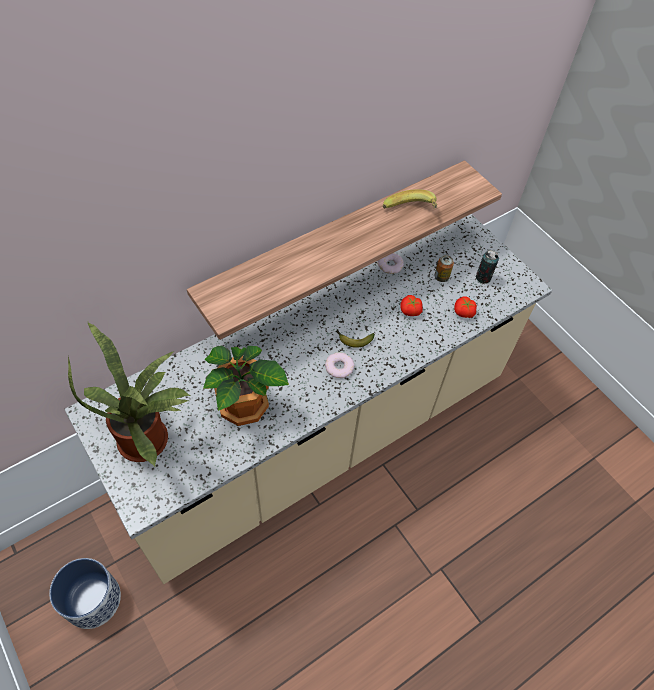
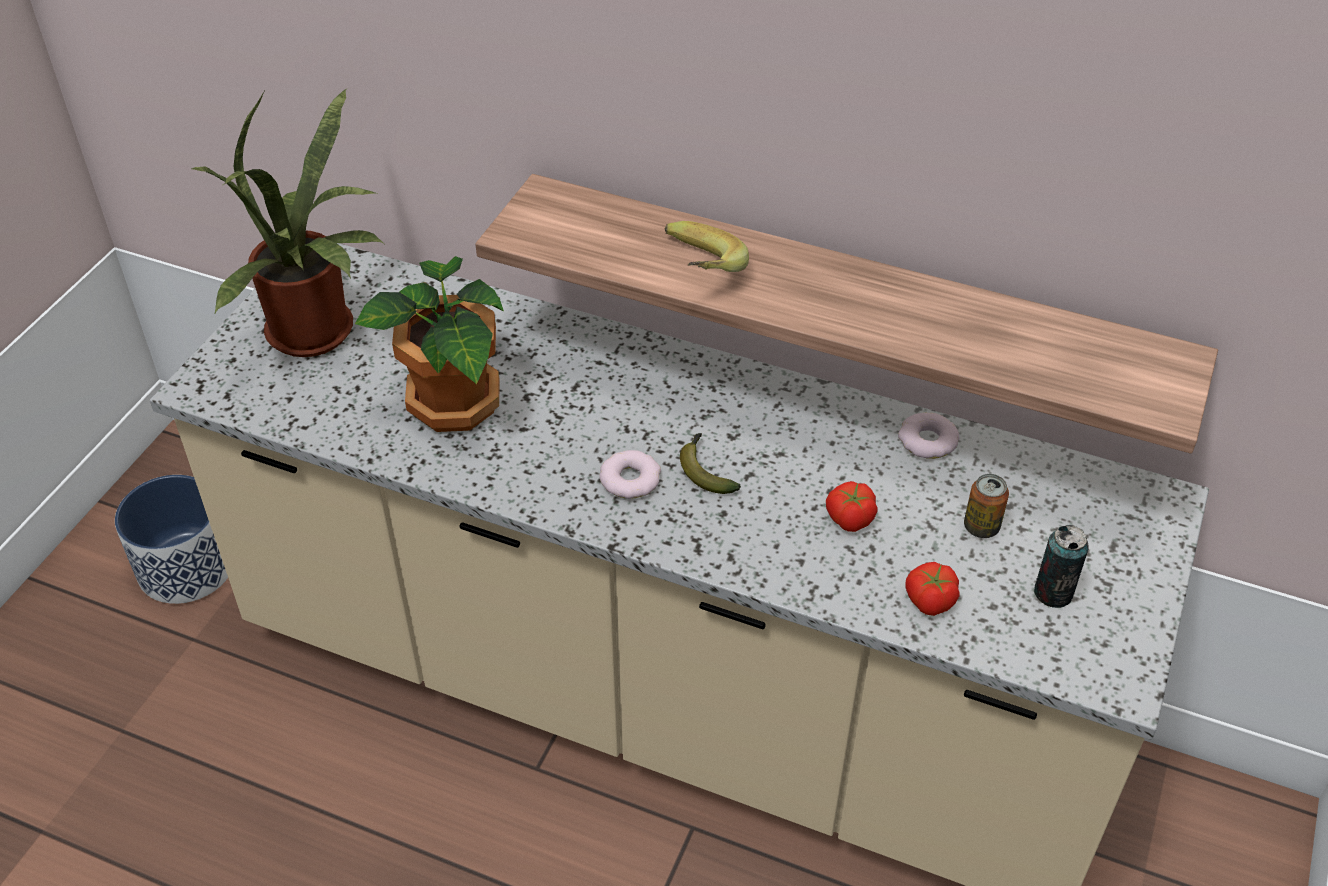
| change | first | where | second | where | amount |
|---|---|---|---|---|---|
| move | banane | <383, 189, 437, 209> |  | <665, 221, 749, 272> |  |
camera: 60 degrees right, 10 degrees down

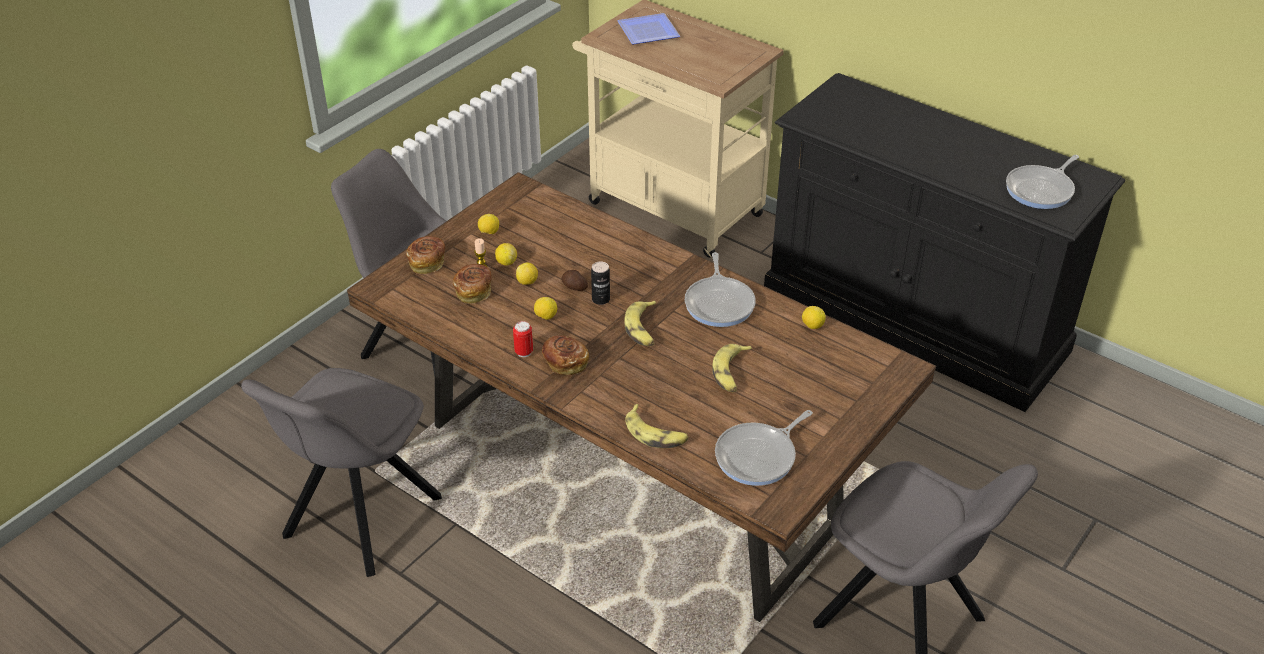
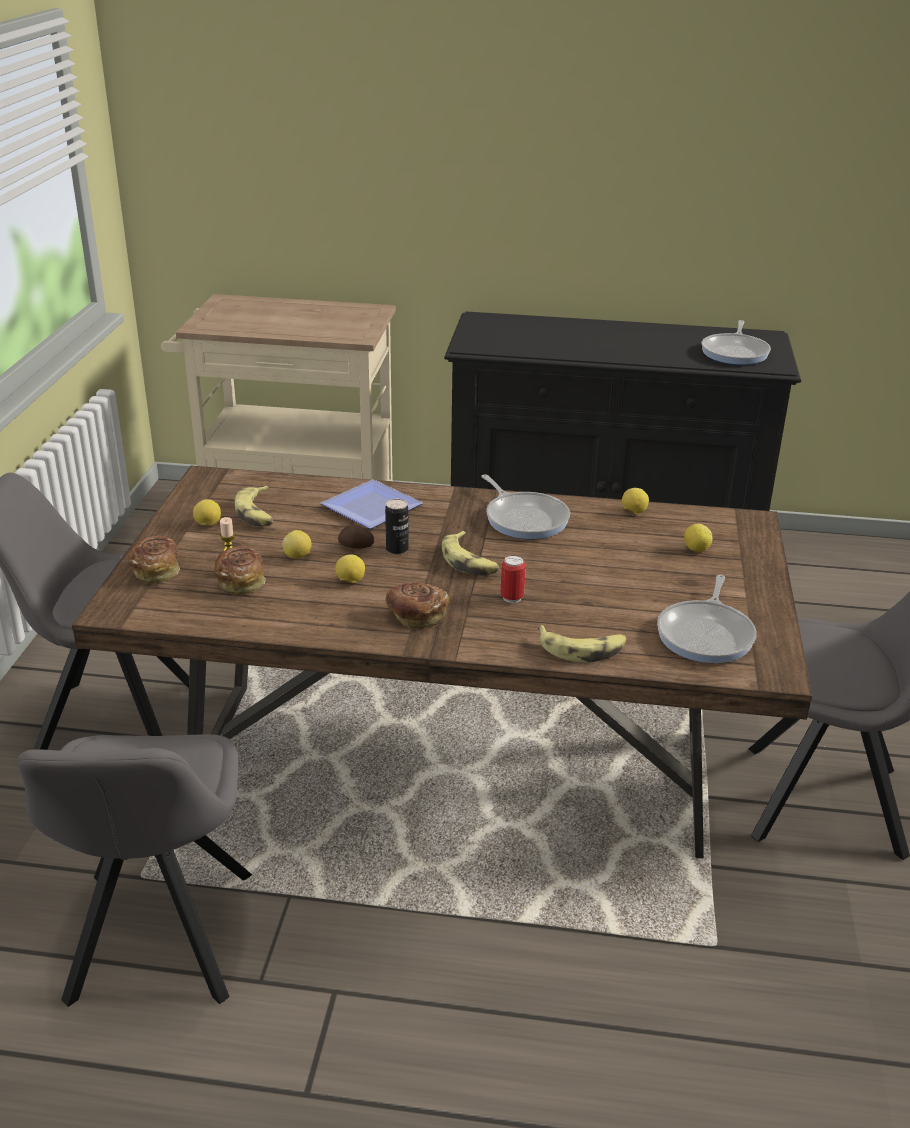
| change | first | where | second | where | amount |
|---|---|---|---|---|---|
| move | citron | <495, 243, 517, 266> |  | <684, 524, 713, 552> |  |
| move | boîte métallique | <513, 321, 533, 357> |  | <501, 555, 526, 603> |  |
| move | assiette | <617, 13, 680, 44> |  | <320, 479, 423, 529> |  |
| move | banane | <712, 344, 752, 392> |  | <235, 486, 274, 526> |  |
camera: 30 degrees left, 10 degrees down

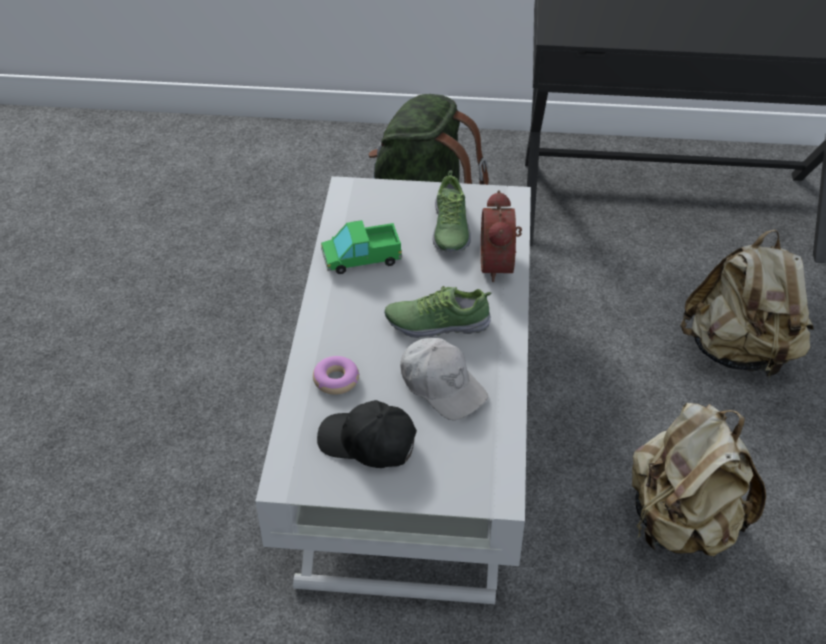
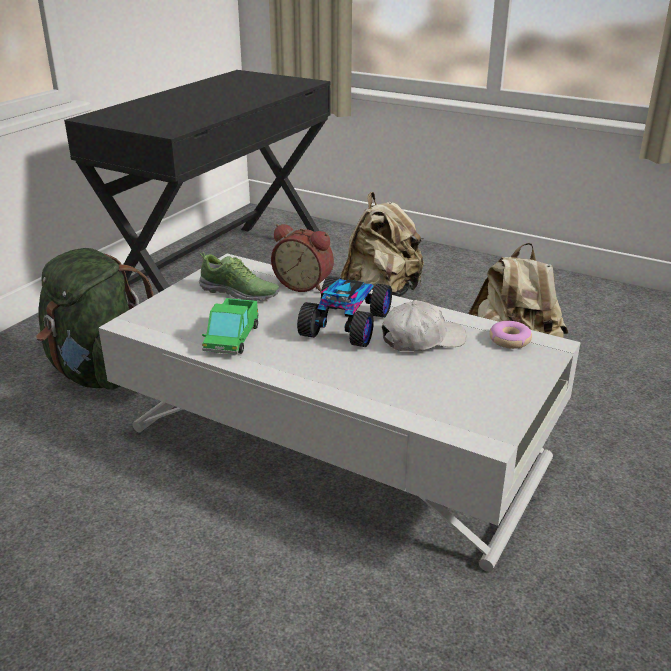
| change | first | where | second | where | amount |
|---|---|---|---|---|---|
| move | beignet | <313, 356, 359, 395> |  | <489, 321, 532, 349> |  |
| delete | casquette (noir) | <317, 400, 417, 468> |  |  |  |
| replace | chaussure | <384, 286, 492, 338> | petite voiture | <297, 276, 392, 347> |  |
camera: 65 degrees left, 15 degrees down

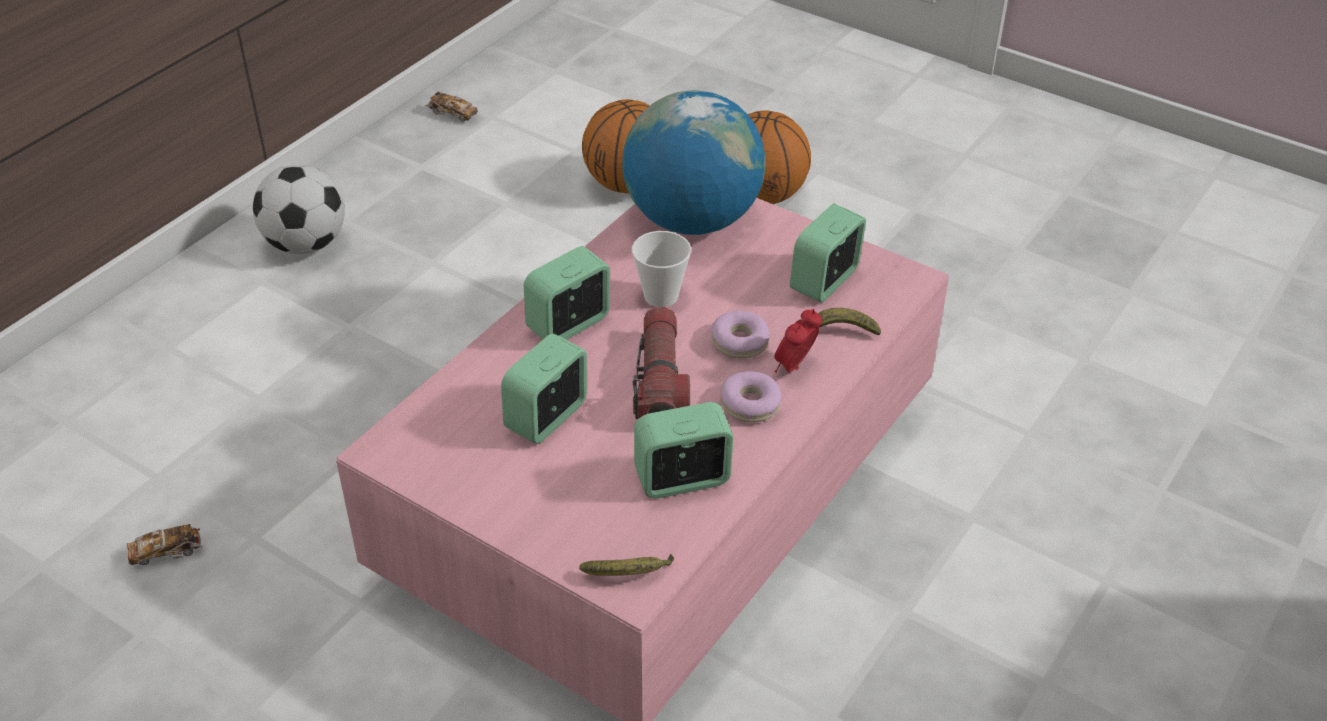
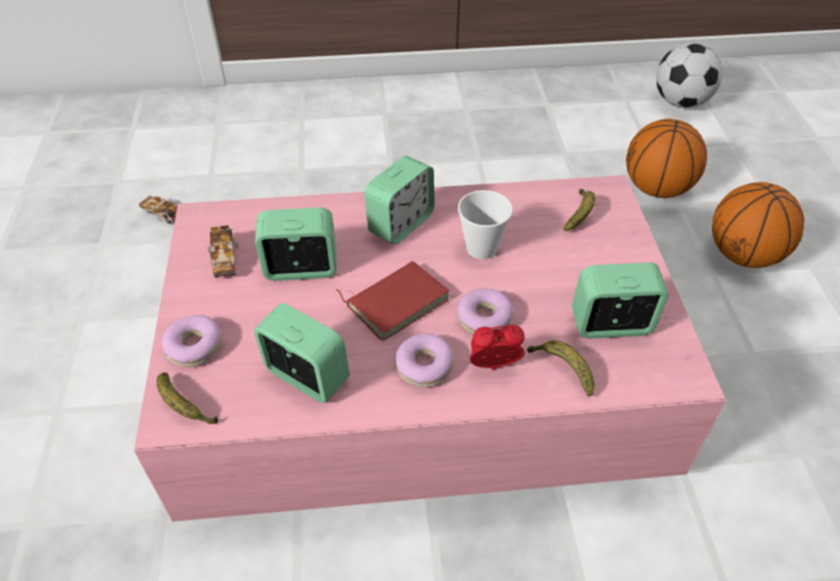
| change | first | where | second | where | amount |
|---|---|---|---|---|---|
| move | ballon de foot | <253, 164, 345, 254> |  | <656, 43, 723, 108> |  |
| move | petite voiture | <426, 92, 478, 122> |  | <208, 225, 238, 278> |  |
| rotate | réveil | <524, 246, 610, 340> |  | <364, 156, 435, 244> | 120 degrees clockwise |
| replace | globe | <622, 90, 766, 235> | banane | <564, 189, 595, 231> |  |
| replace | lampe de poche | <633, 306, 690, 419> | livre (rouge) | <336, 261, 449, 341> |  |
| insert |  |  | beignet | <162, 315, 222, 367> |  |
camera: 50 degrees right, 5 degrees up

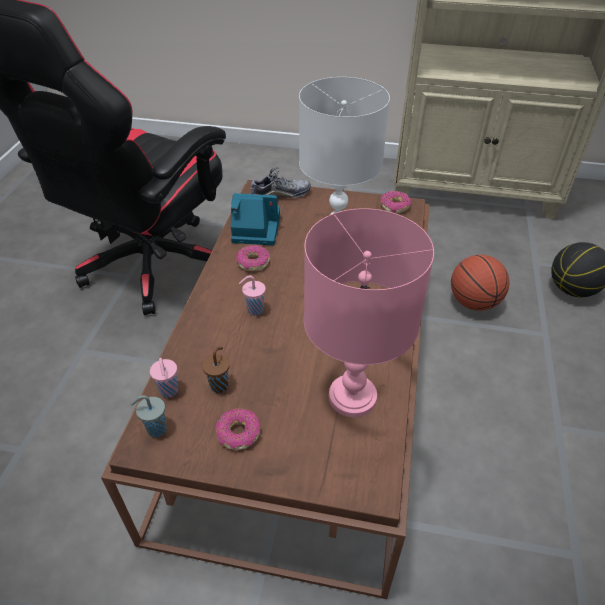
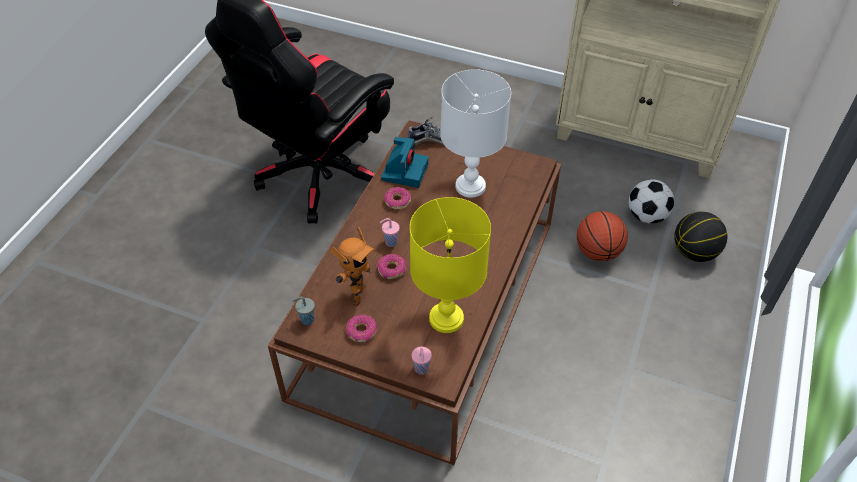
| change | first | where | second | where | amount |
|---|---|---|---|---|---|
| move | tasse (rose) | <150, 358, 178, 398> |  | <412, 347, 432, 375> |  |
| replace | tasse (marron) | <202, 347, 229, 393> | robot jouet | <330, 227, 375, 307> |  |
| rotate | appareil photo | <231, 193, 280, 245> |  | <381, 137, 428, 188> | 90 degrees clockwise |
| recolor | lampe de table (rose) | <304, 208, 434, 417> | lampe de table (jaune) | <410, 197, 491, 333> |  |
| move | beignet | <381, 191, 411, 213> |  | <377, 254, 407, 279> |  |
| insert |  |  | ballon de foot | <629, 179, 674, 224> |  |
camera: 10 degrees right, 5 degrees up

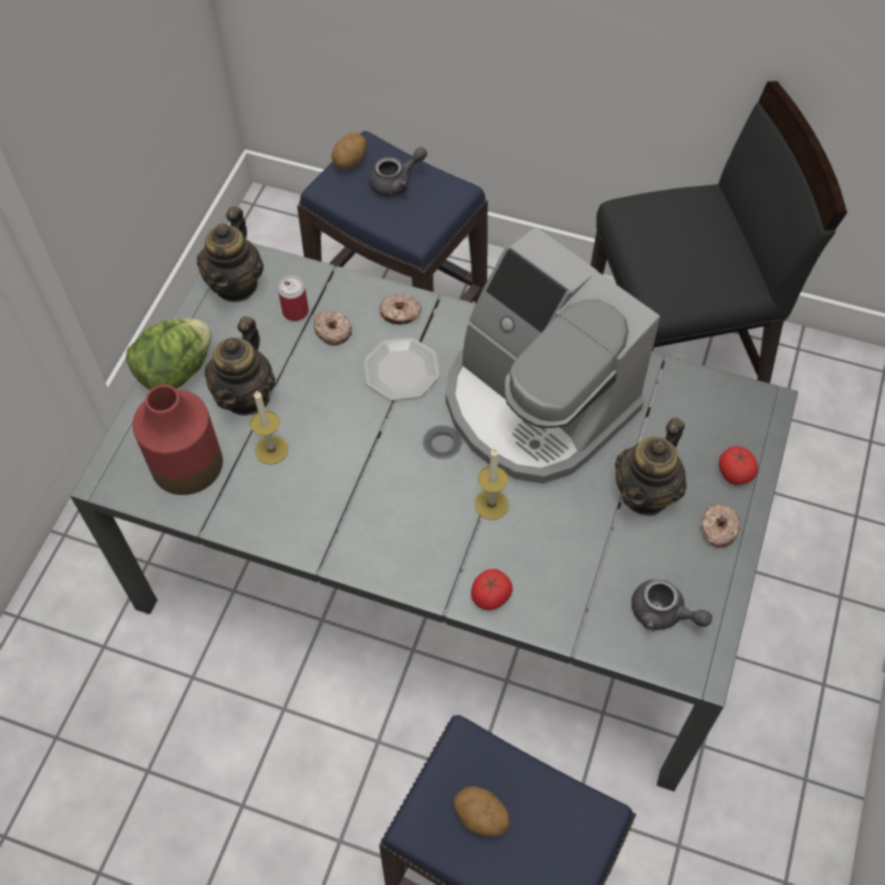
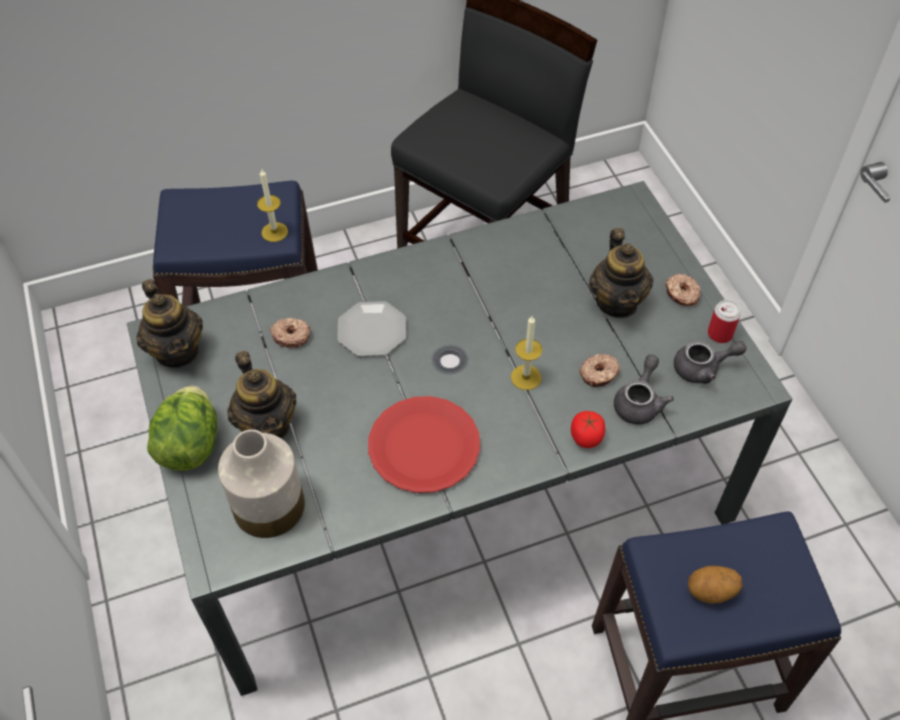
| change | first | where | second | where | amount |
|---|---|---|---|---|---|
| recolor | vase (rouge) | <133, 385, 223, 495> | vase (beige) | <218, 429, 305, 538> |  |
| move | bougie | <250, 390, 288, 465> |  | <257, 168, 288, 242> |  |
| move | boîte métallique | <278, 276, 309, 321> |  | <708, 300, 741, 343> |  |
| delete | pomme de terre | <331, 132, 367, 170> |  |  |  |
| move | théière (gris) | <369, 147, 427, 196> |  | <614, 354, 674, 424> |  |
| move | beignet | <379, 293, 421, 324> |  | <580, 354, 620, 387> |  |
| delete | machine à café | <446, 227, 660, 483> |  |  |  |
| delete | tomate | <719, 446, 758, 485> |  |  |  |
| insert |  |  | assiette (rouge) | <368, 396, 480, 493> |  |
camera: 40 degrees left, 5 degrees down

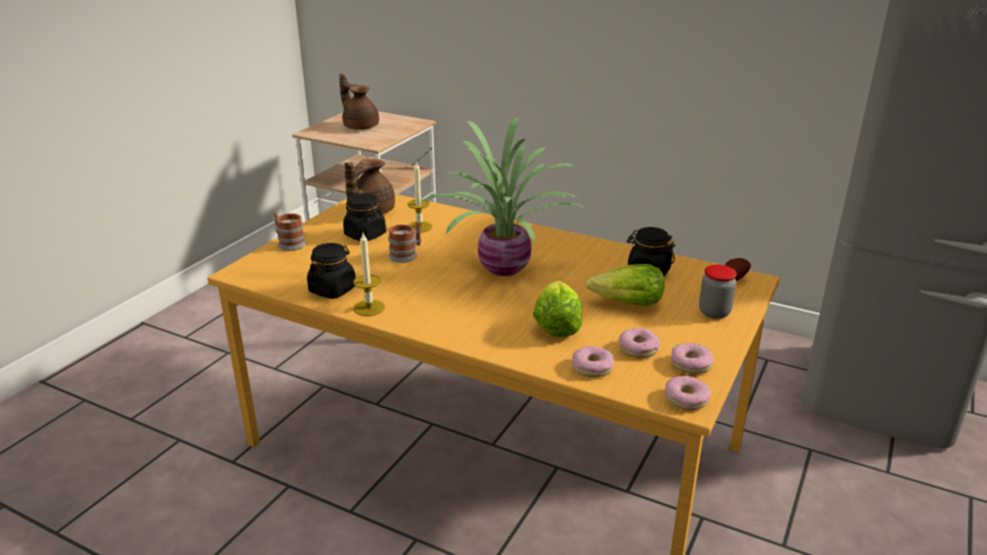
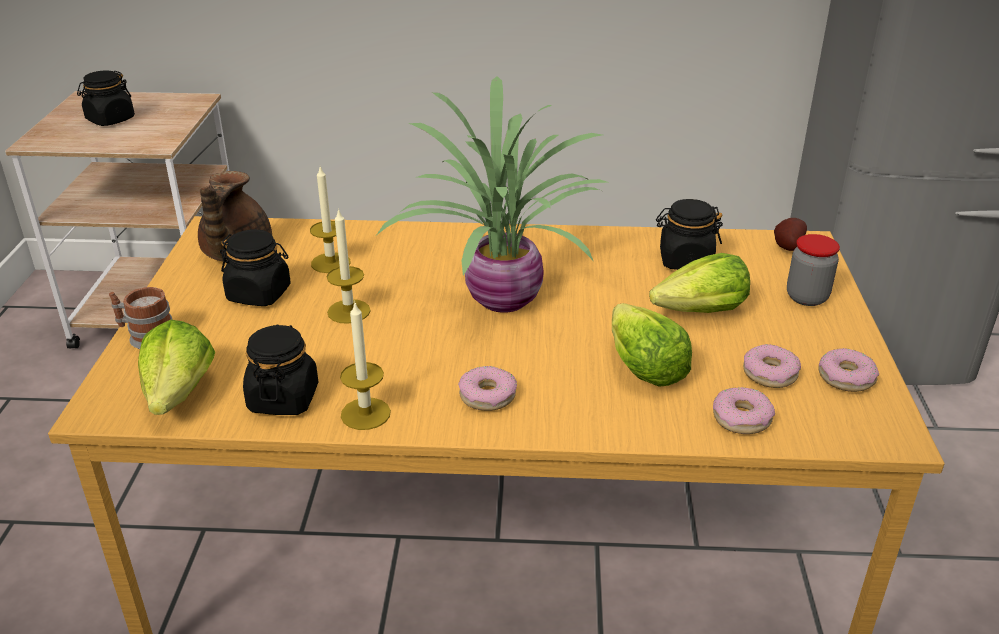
| change | first | where | second | where | amount |
|---|---|---|---|---|---|
| replace | théière (marron) | <339, 74, 379, 130> | bocal (noir) | <77, 70, 135, 126> |  |
| replace | mug | <388, 223, 421, 263> | bougie | <326, 208, 371, 324> |  |
| move | beignet | <665, 376, 711, 410> |  | <458, 366, 517, 411> |  |
| insert |  |  | laitue | <138, 320, 215, 415> |  |
camera: 25 degrees left, 5 degrees up

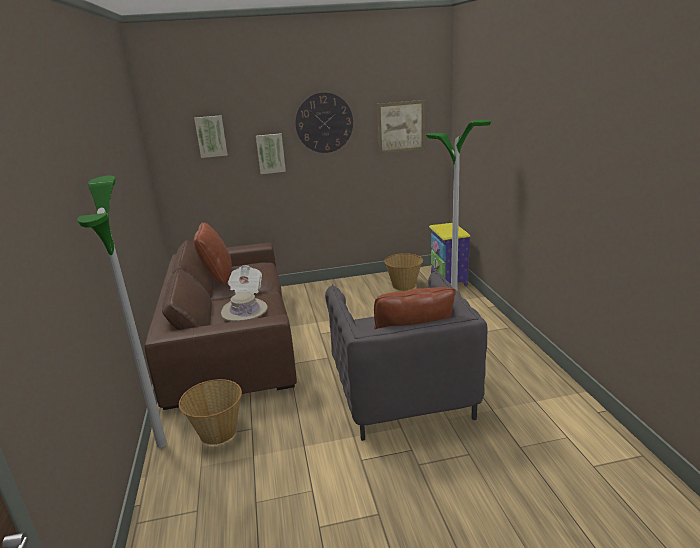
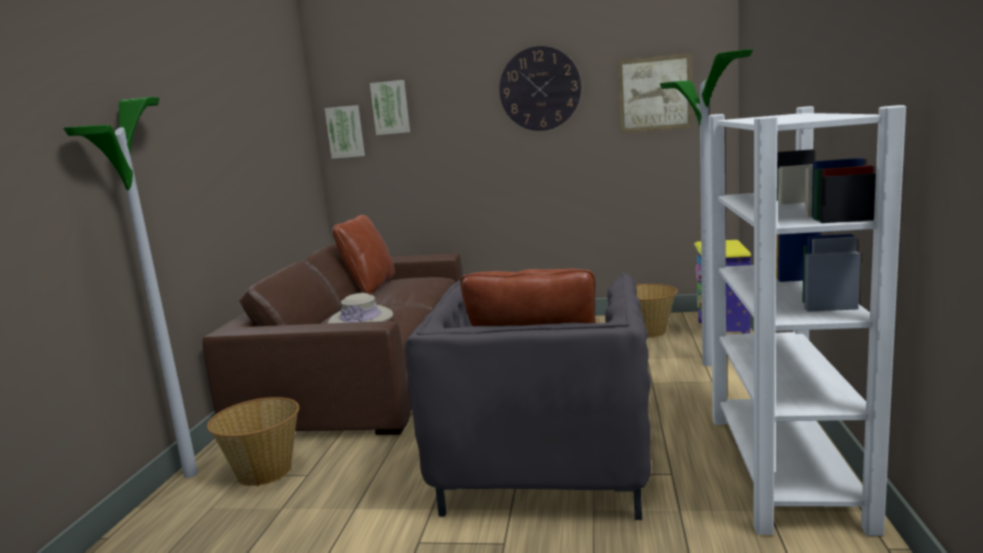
| change | first | where | second | where | amount |
|---|---|---|---|---|---|
| delete | journal | <228, 265, 262, 294> |  |  |  |
| move | tableau | <256, 133, 286, 174> |  | <324, 105, 365, 159> |  |
| insert |  |  | bibliothèque (blanc) | <709, 105, 906, 536> |  |
camera: 20 degrees right, 10 degrees down

